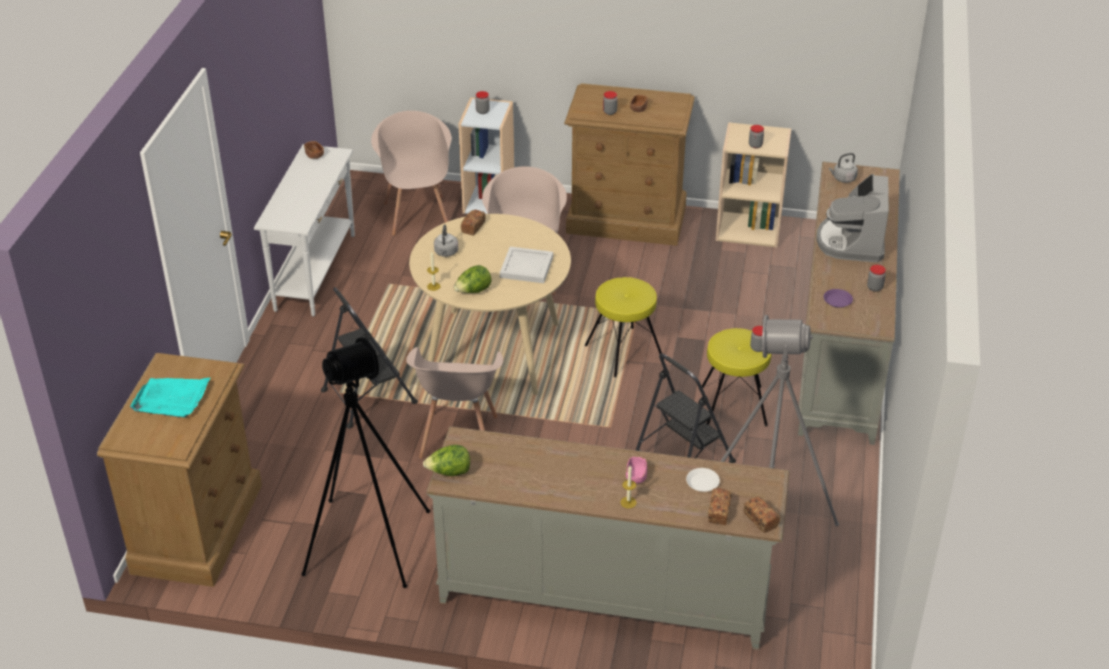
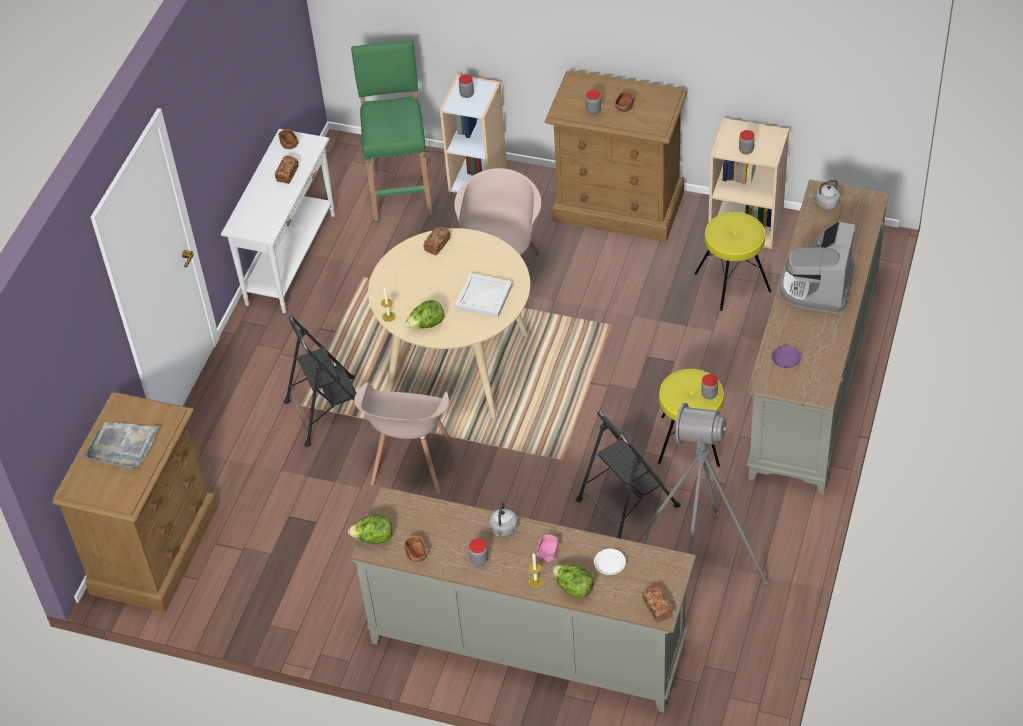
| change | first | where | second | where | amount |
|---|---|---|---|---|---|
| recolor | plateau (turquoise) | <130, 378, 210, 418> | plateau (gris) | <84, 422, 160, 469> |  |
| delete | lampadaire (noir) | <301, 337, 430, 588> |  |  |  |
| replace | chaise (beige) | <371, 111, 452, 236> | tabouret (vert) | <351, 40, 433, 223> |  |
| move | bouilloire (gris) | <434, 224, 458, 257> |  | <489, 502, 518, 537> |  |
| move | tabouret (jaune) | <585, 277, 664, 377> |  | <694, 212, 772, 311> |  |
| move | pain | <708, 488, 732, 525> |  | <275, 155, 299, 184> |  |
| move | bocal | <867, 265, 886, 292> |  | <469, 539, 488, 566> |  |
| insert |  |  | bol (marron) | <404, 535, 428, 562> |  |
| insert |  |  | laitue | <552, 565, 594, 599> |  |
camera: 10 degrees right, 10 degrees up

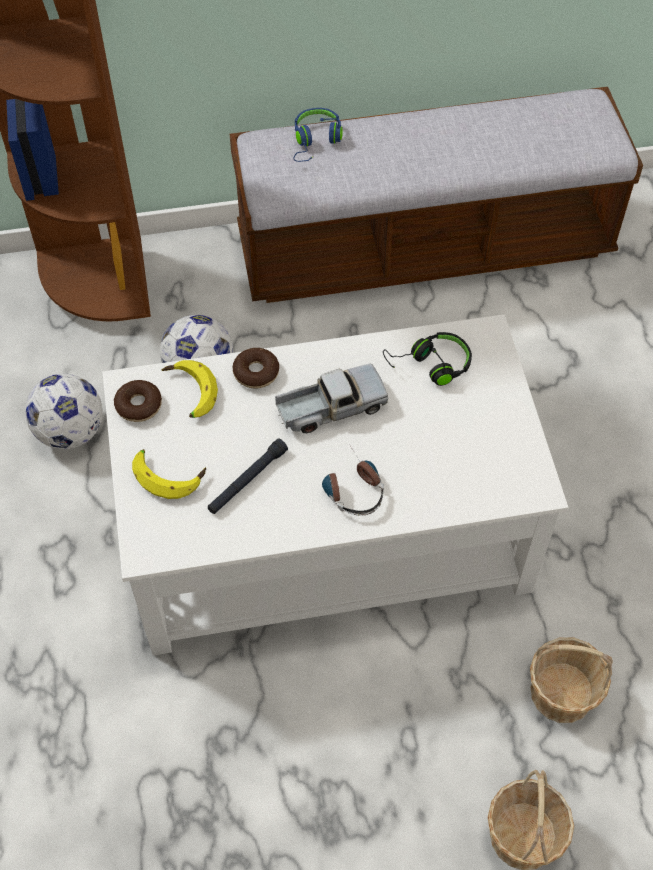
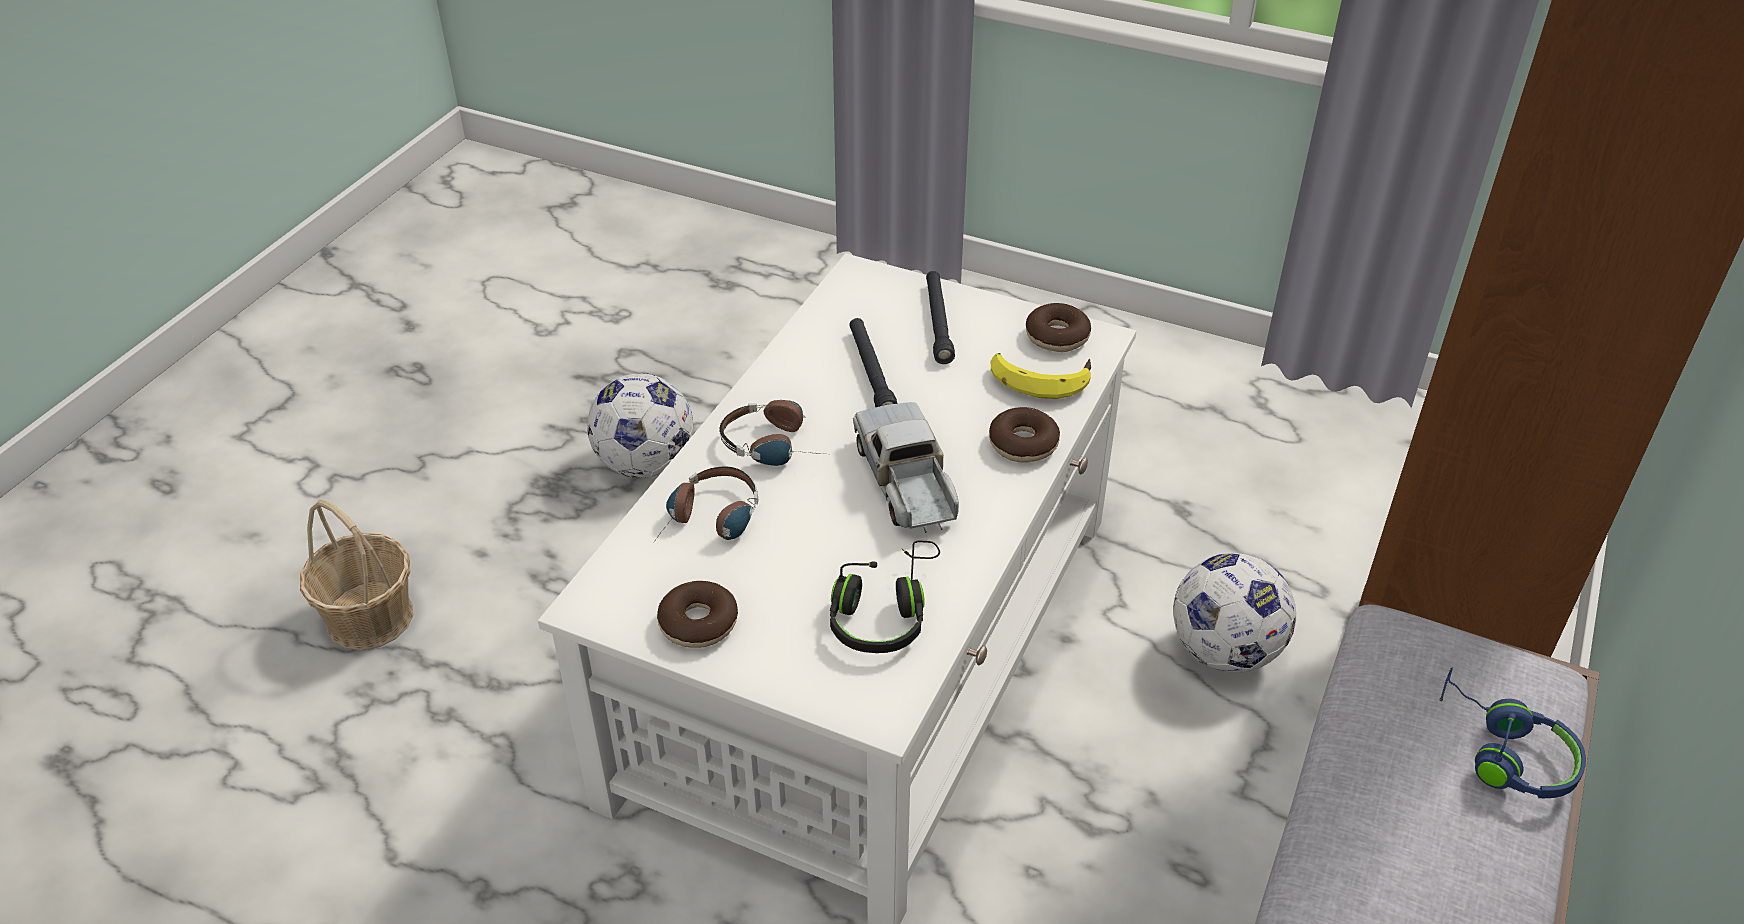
| change | first | where | second | where | amount |
|---|---|---|---|---|---|
| move | ballon de foot | <25, 374, 103, 449> |  | <587, 373, 693, 478> |  |
| replace | banane | <132, 449, 206, 499> | lampe de poche (noir) | <926, 271, 955, 364> |  |
| rotate | camion jouet | <275, 364, 388, 433> |  | <853, 402, 959, 533> | 150 degrees clockwise |
| delete | panier | <530, 637, 613, 723> |  |  |  |
| insert |  |  | casque audio | <654, 467, 758, 542> |  |
| insert |  |  | beignet | <657, 581, 738, 648> |  |
camera: 125 degrees right, 15 degrees down

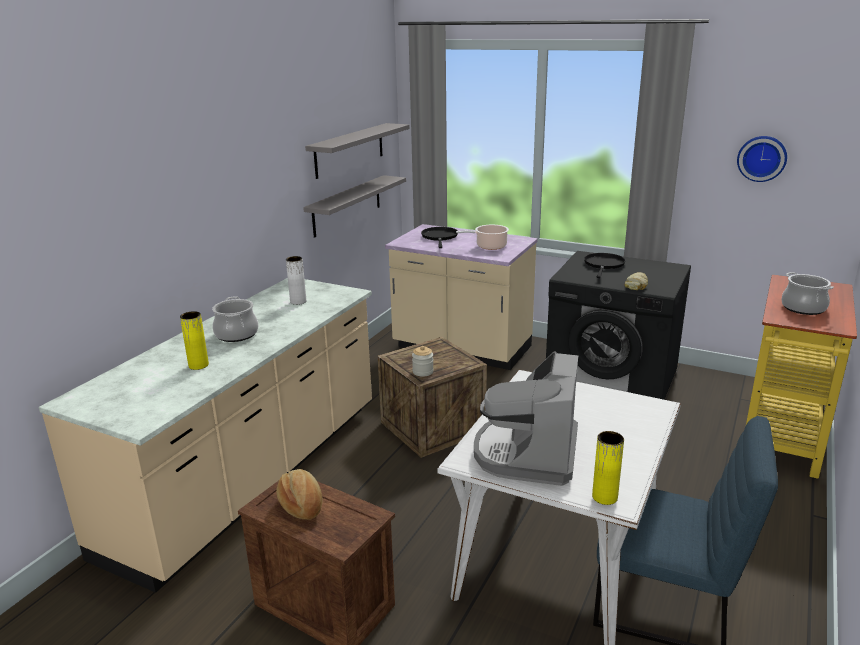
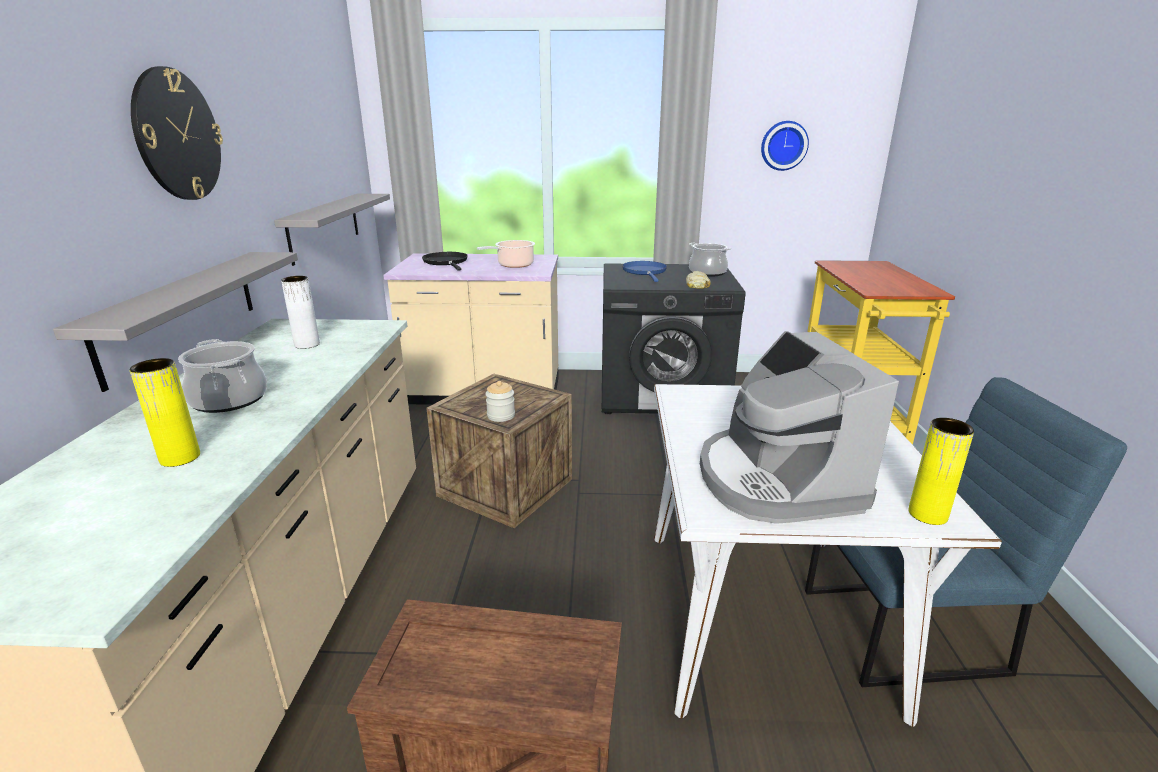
| change | first | where | second | where | amount |
|---|---|---|---|---|---|
| delete | pain | <276, 469, 322, 520> |  |  |  |
| move | étagère (gris) | <305, 123, 410, 179> |  | <53, 252, 298, 392> |  |
| recolor | poêle (noir) | <584, 253, 626, 278> | poêle (bleu) | <622, 261, 667, 282> |  |
| move | marmite | <781, 272, 834, 315> |  | <689, 243, 731, 277> |  |
| insert |  |  | horloge murale | <131, 66, 223, 200> |  |
camera: 25 degrees left, 0 degrees up

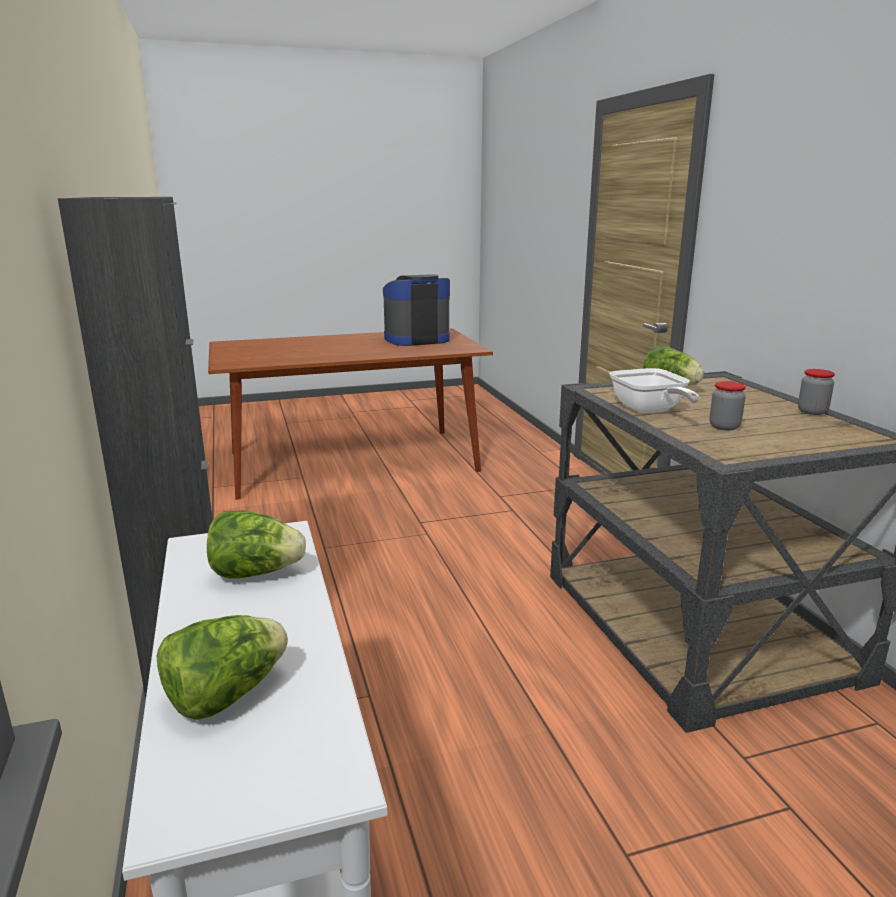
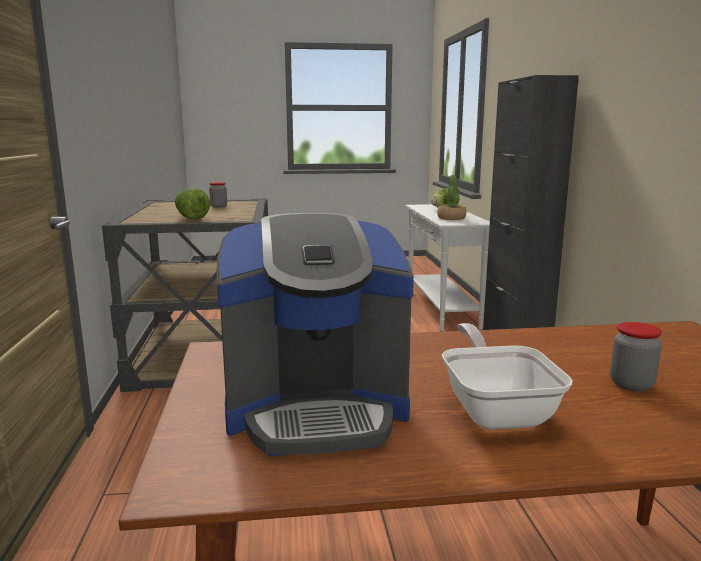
| change | first | where | second | where | amount |
|---|---|---|---|---|---|
| replace | laitue | <207, 510, 306, 579> | plante en pot | <437, 175, 466, 220> |  |
| move | poêle | <609, 368, 700, 413> |  | <442, 323, 573, 430> |  |
| move | bocal | <798, 369, 835, 415> |  | <610, 322, 662, 392> |  |
camera: 170 degrees left, 5 degrees down

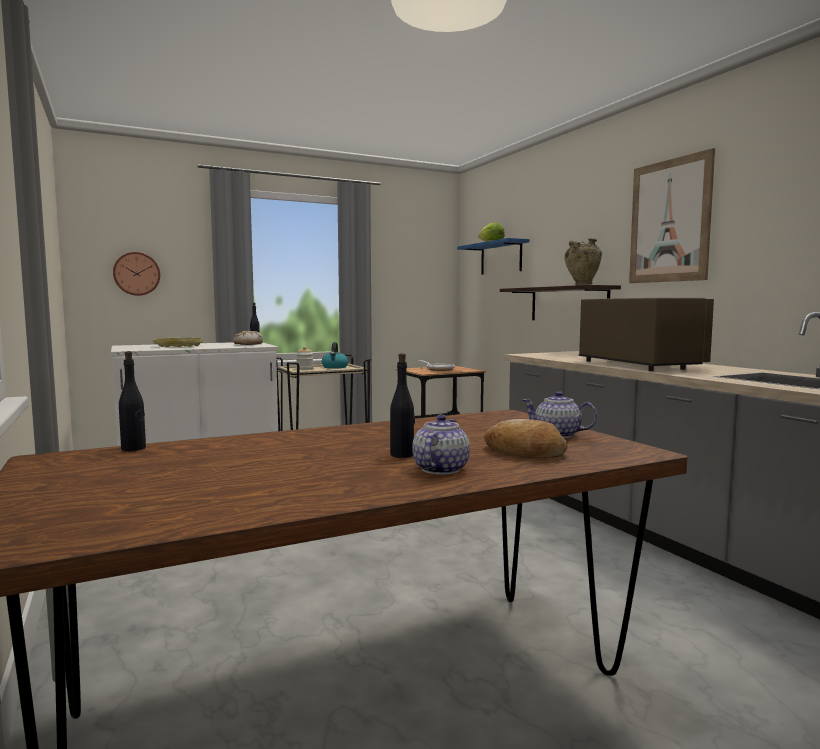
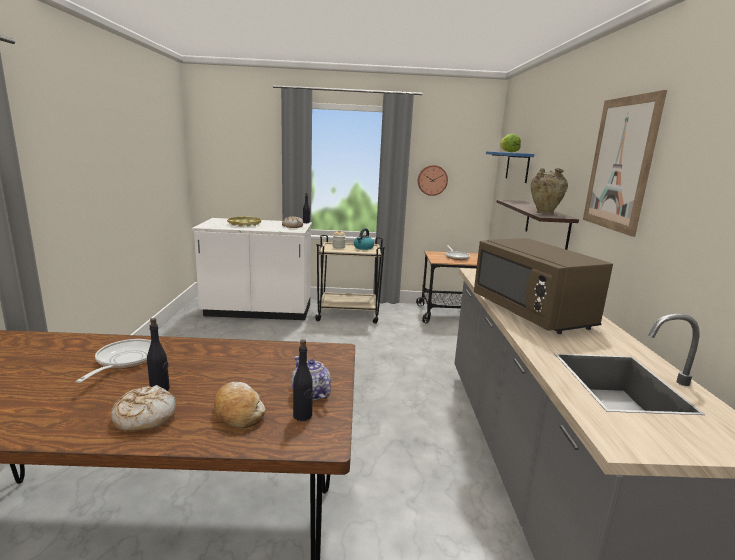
| change | first | where | second | where | amount |
|---|---|---|---|---|---|
| move | horloge murale | <113, 252, 160, 296> |  | <418, 165, 448, 196> |  |
| move | bouteille (noir) | <119, 351, 146, 451> |  | <293, 339, 313, 421> |  |
| replace | théière | <412, 414, 470, 475> | pain | <111, 385, 176, 431> |  |
| rotate | micro-ondes (marron) | <579, 298, 714, 371> |  | <474, 238, 613, 334> | 150 degrees clockwise |
| insert |  |  | poêle | <76, 339, 151, 383> |  |
camera: 25 degrees right, 10 degrees up

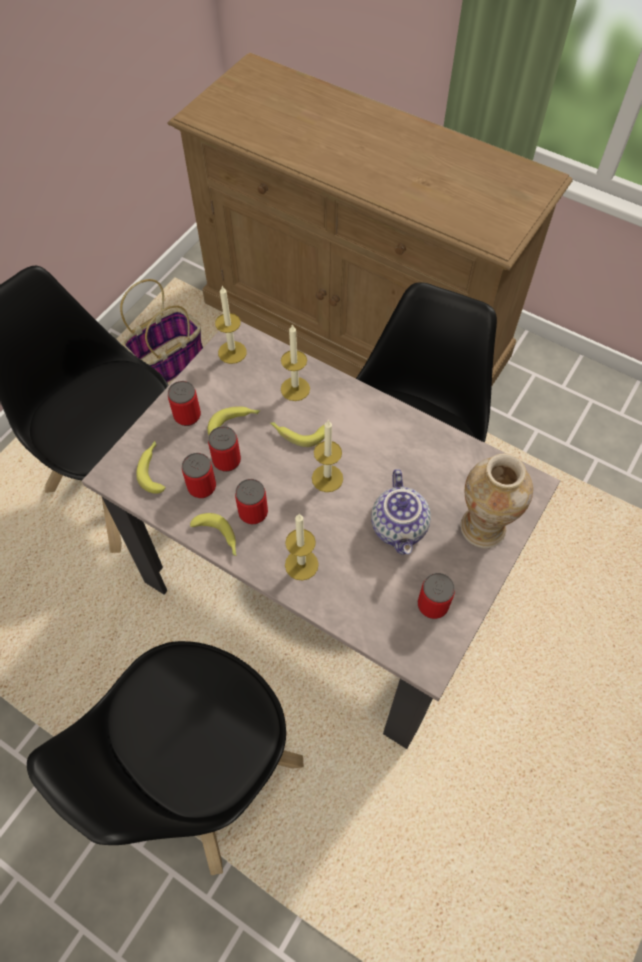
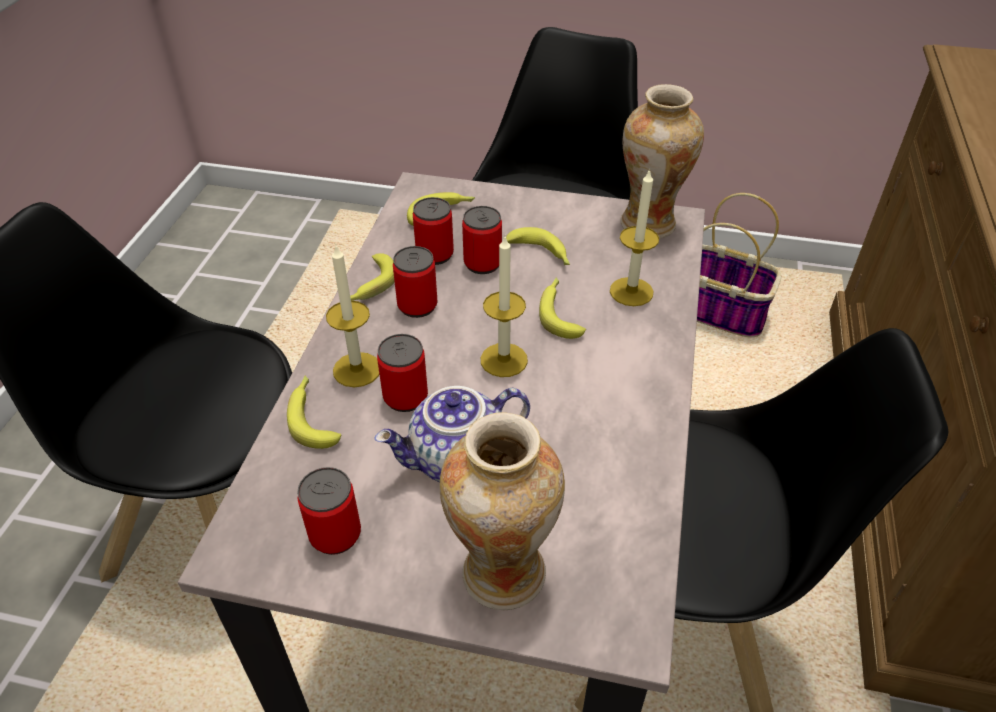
| change | first | where | second | where | amount |
|---|---|---|---|---|---|
| move | boîte métallique | <168, 381, 201, 426> |  | <377, 334, 428, 412> |  |
| replace | bougie | <215, 286, 247, 364> | vase | <620, 84, 704, 239> |  |
| insert |  |  | banane | <287, 376, 341, 449> |  |
camera: 70 degrees right, 15 degrees down

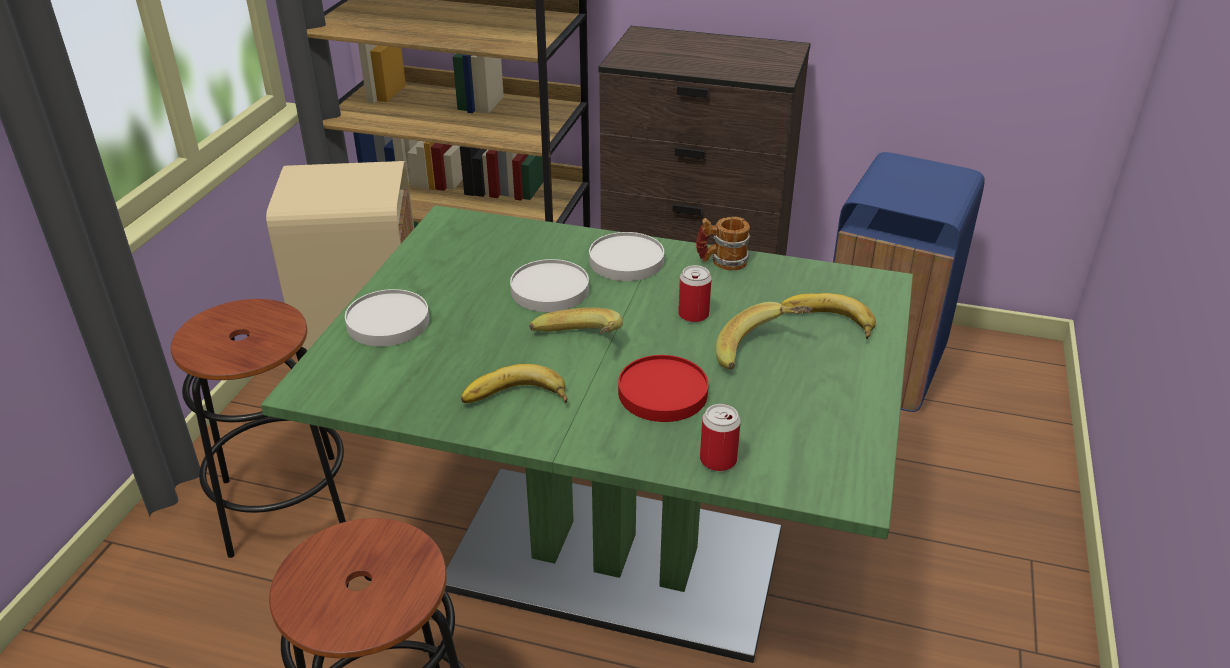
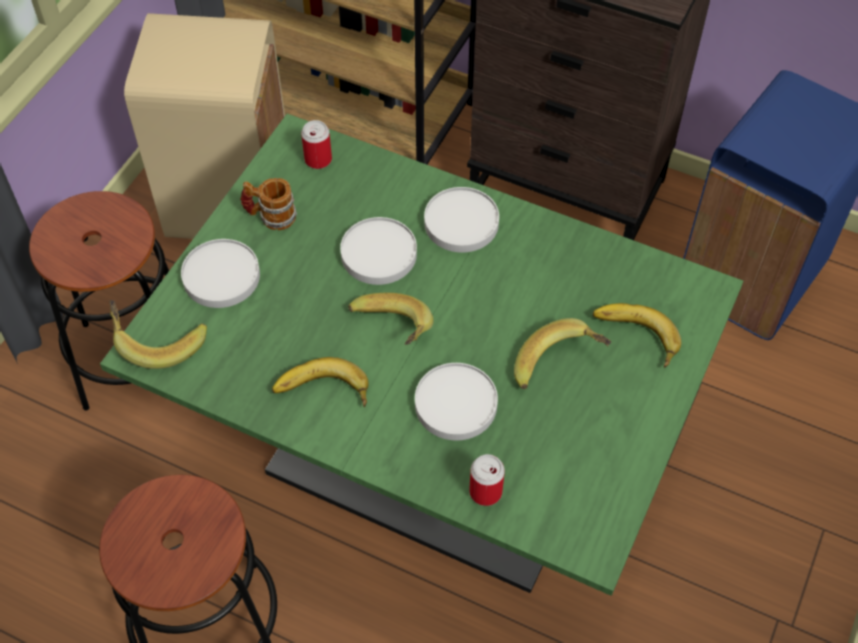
| change | first | where | second | where | amount |
|---|---|---|---|---|---|
| recolor | assiette (rouge) | <618, 355, 708, 422> | assiette (blanc) | <415, 363, 498, 441> |  |
| move | boîte métallique | <678, 265, 712, 322> |  | <301, 120, 332, 169> |  |
| move | mug | <696, 217, 750, 270> |  | <240, 178, 297, 230> |  |
| insert |  |  | banane | <109, 300, 207, 369> |  |
camera: 10 degrees right, 20 degrees up

